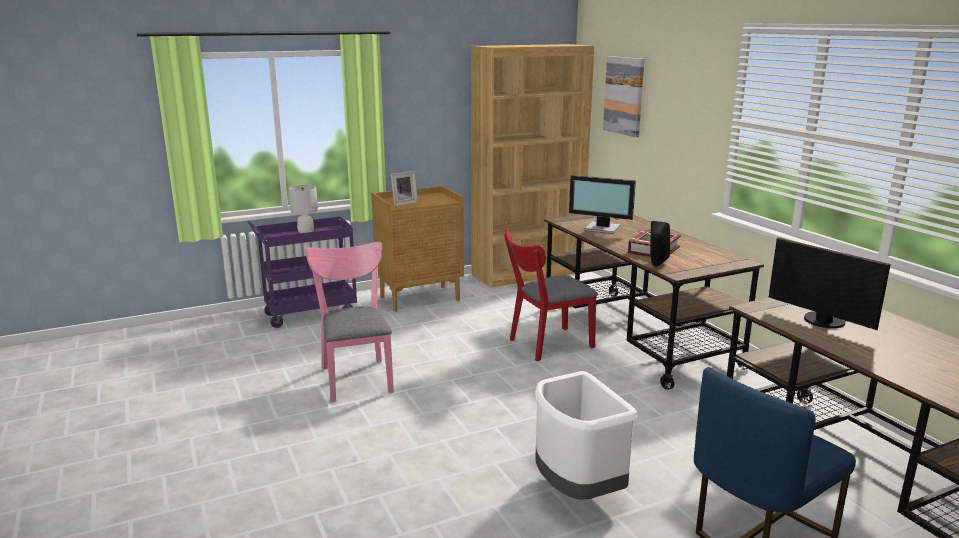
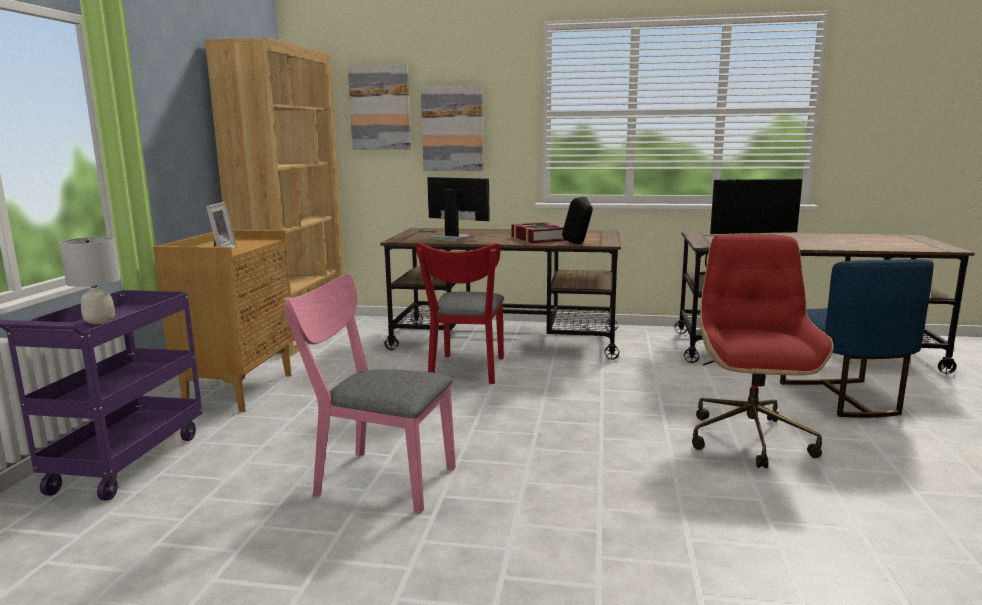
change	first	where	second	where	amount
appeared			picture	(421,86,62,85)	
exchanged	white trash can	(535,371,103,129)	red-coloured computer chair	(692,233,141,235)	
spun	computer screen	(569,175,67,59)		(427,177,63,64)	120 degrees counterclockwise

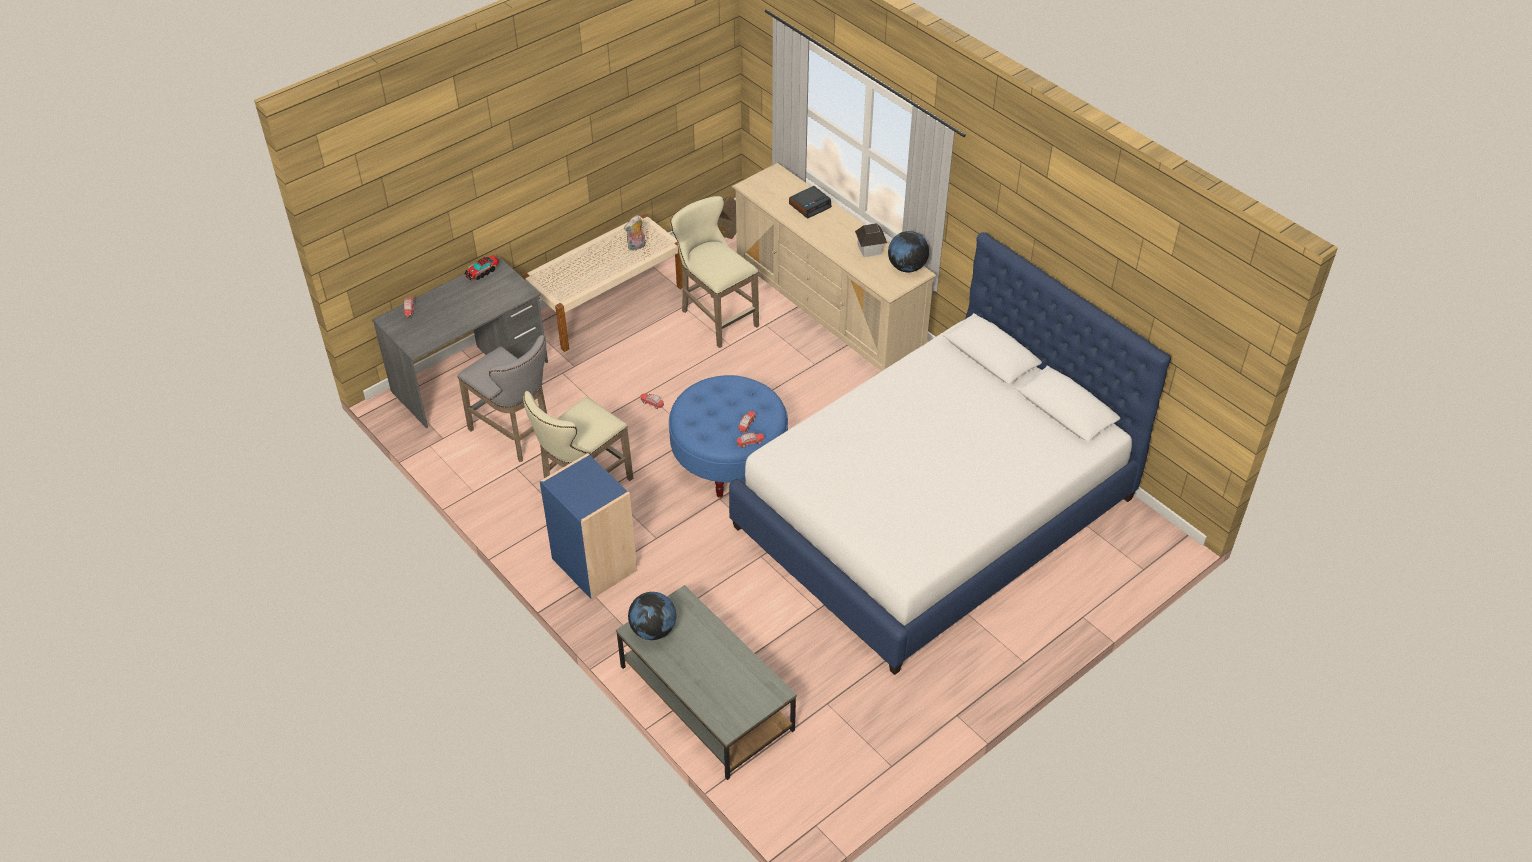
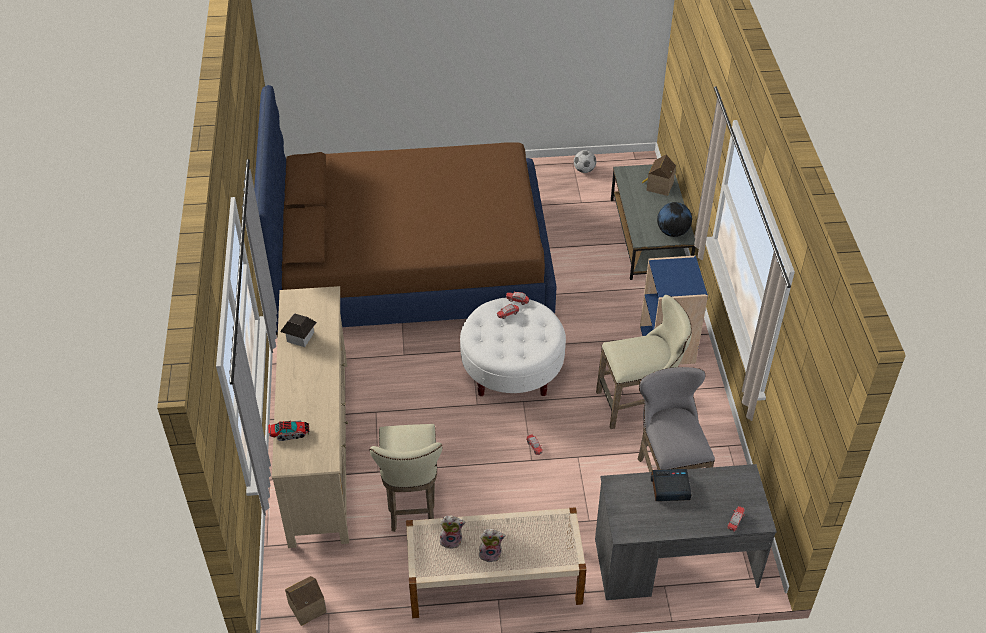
change	first	where	second	where	amount
missing	desk globe	(888,231,41,41)			
appeared			soft toy	(479,529,27,33)	
appeared			football ball	(574,150,22,23)	
appeared			toy house	(642,154,34,42)	
relocated	model truck	(464,255,35,26)		(268,420,41,21)	
relocated	table clock	(789,186,43,33)		(651,469,40,32)	
colour	blue-coloured pouffe	(669,375,119,123)	white pouffe	(460,298,106,98)	
colour	white bedroom bed	(729,232,442,443)	brown bedroom bed	(254,85,302,253)	

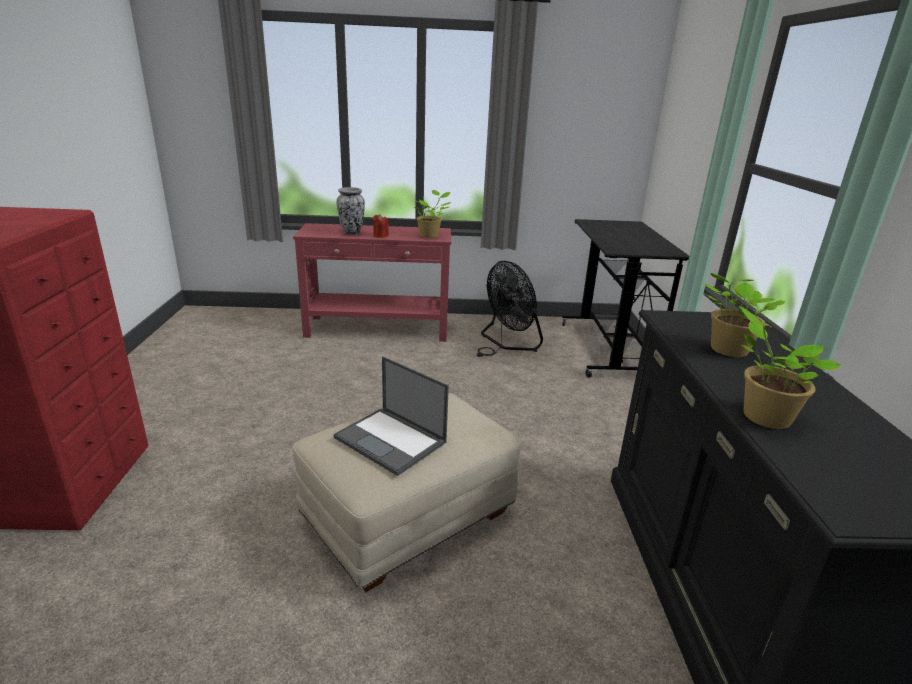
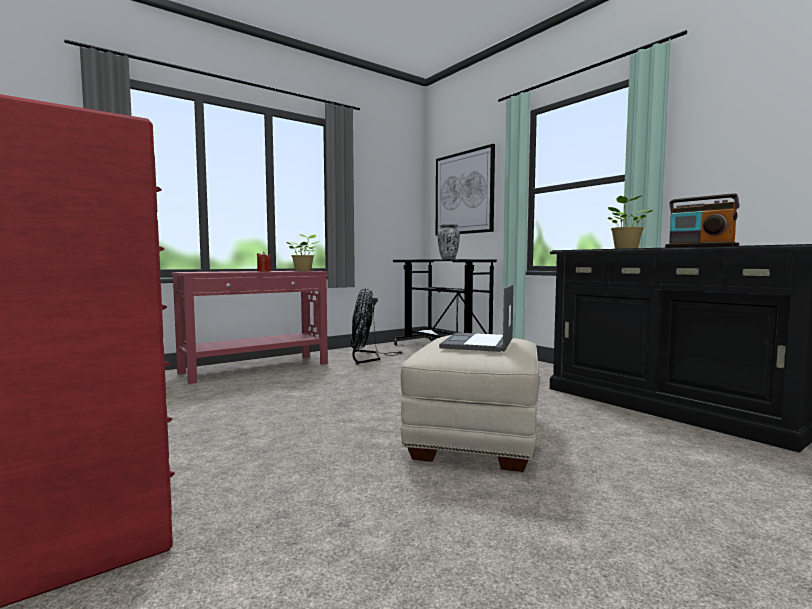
change	first	where	second	where	amount
appeared			picture	(436,144,59,92)	
relocated	vase	(337,187,28,48)		(437,224,23,35)	
exchanged	houseplant	(739,306,102,123)	radio receiver	(665,193,75,55)	
spun	notebook computer	(333,356,116,120)		(439,284,75,68)	105 degrees clockwise
spun	black-coloured cooling fan	(476,261,67,96)		(351,288,52,77)	120 degrees counterclockwise

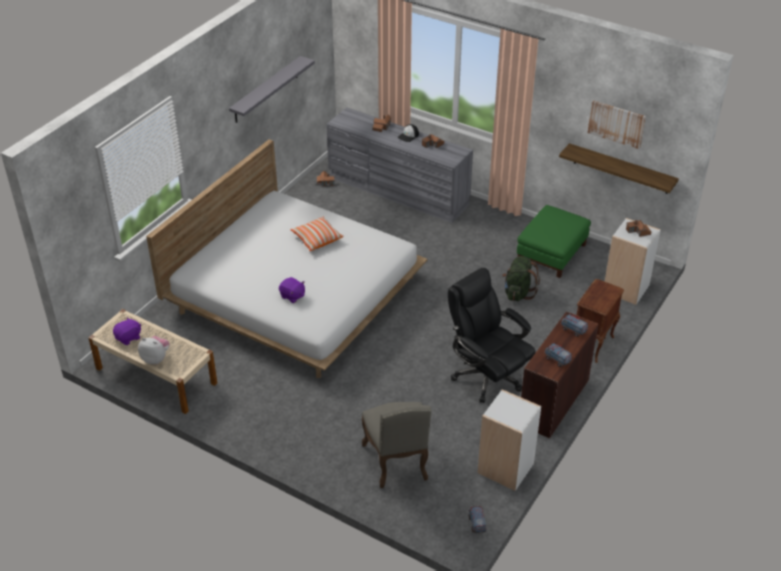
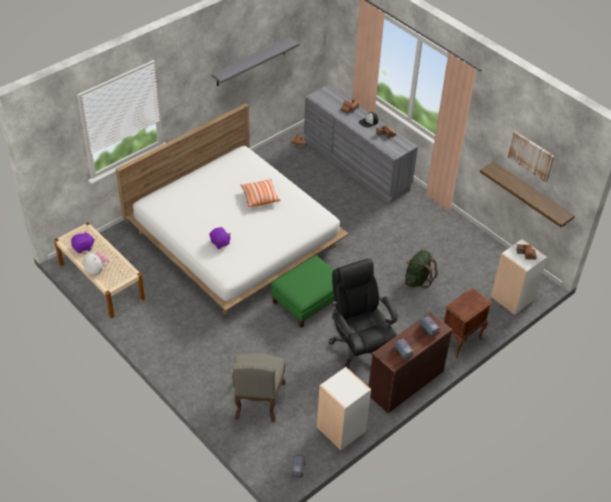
change	first	where	second	where	amount
relocated	greenish pouffe	(517,205,74,73)		(271,256,64,72)	

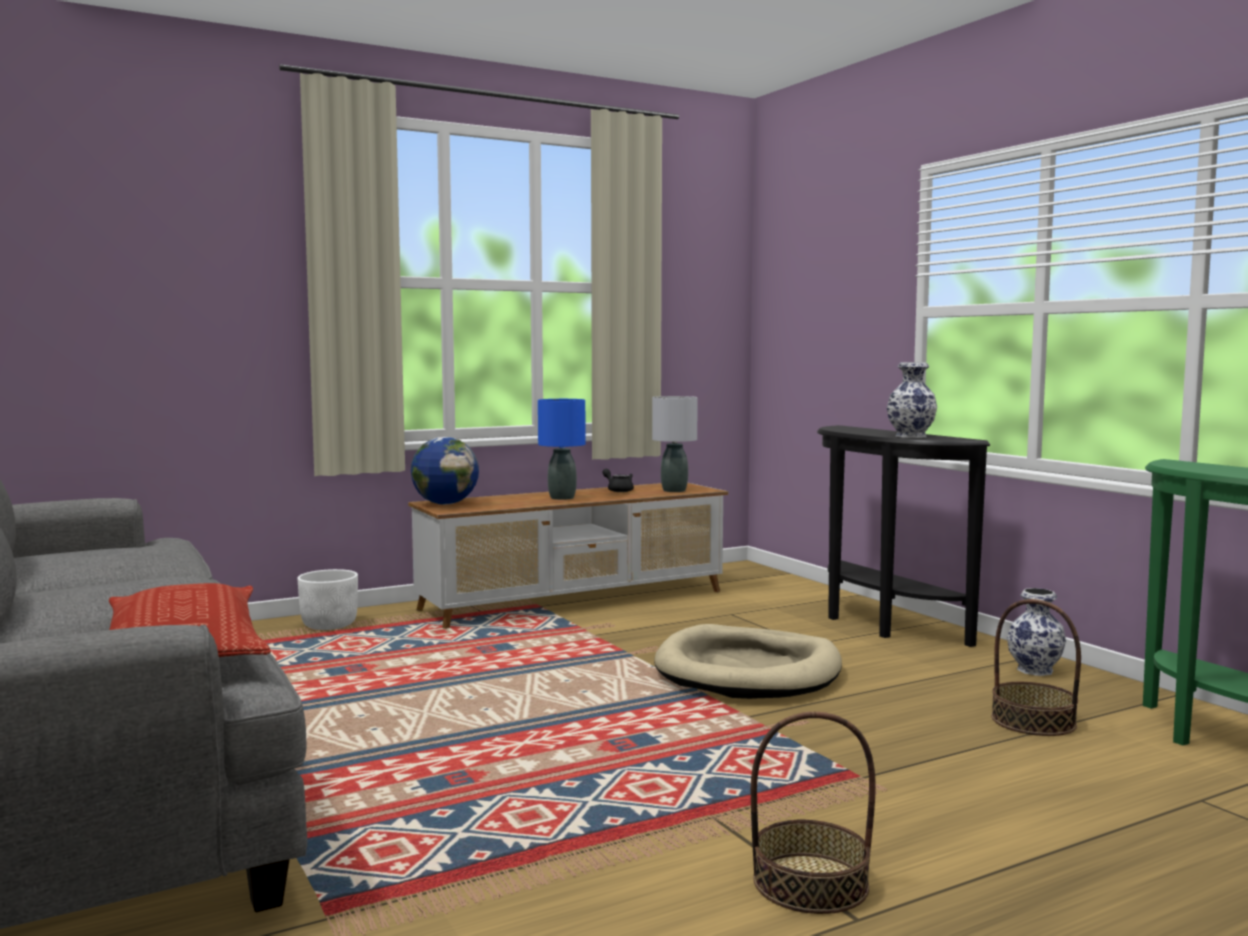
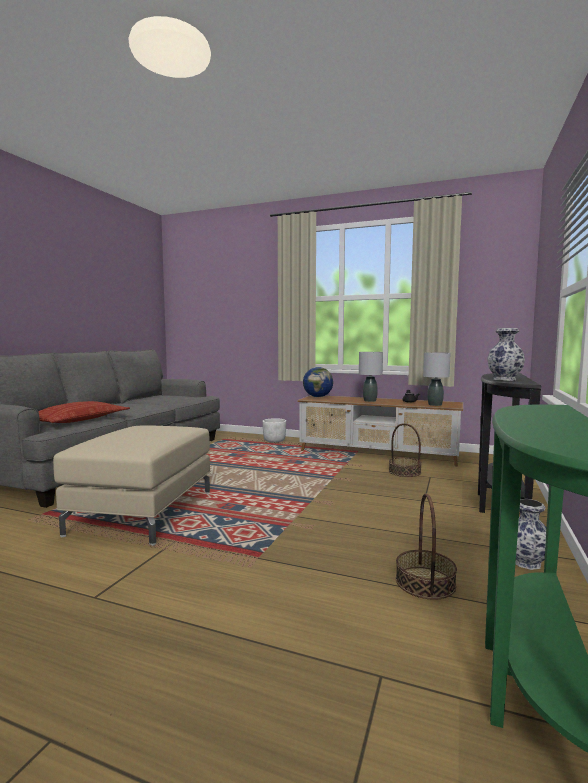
change	first	where	second	where	amount
missing	sand-coloured dog bed	(654,624,188,75)			
appeared			sand-coloured pouffe	(53,425,157,121)	
relocated	storage basket	(751,712,125,202)		(389,423,33,54)	
colour	blue-coloured tabletop lamp	(538,399,48,101)	grey tabletop lamp	(359,352,24,50)	

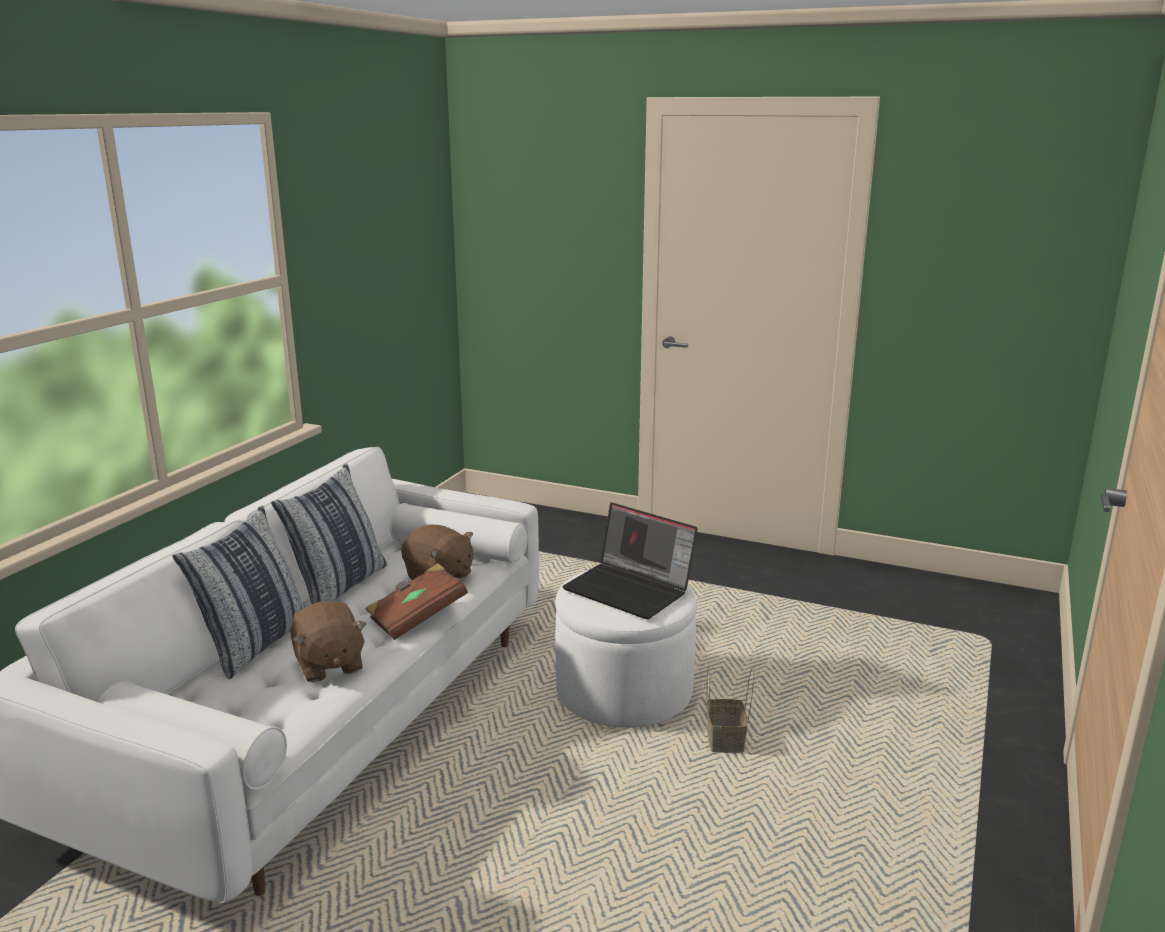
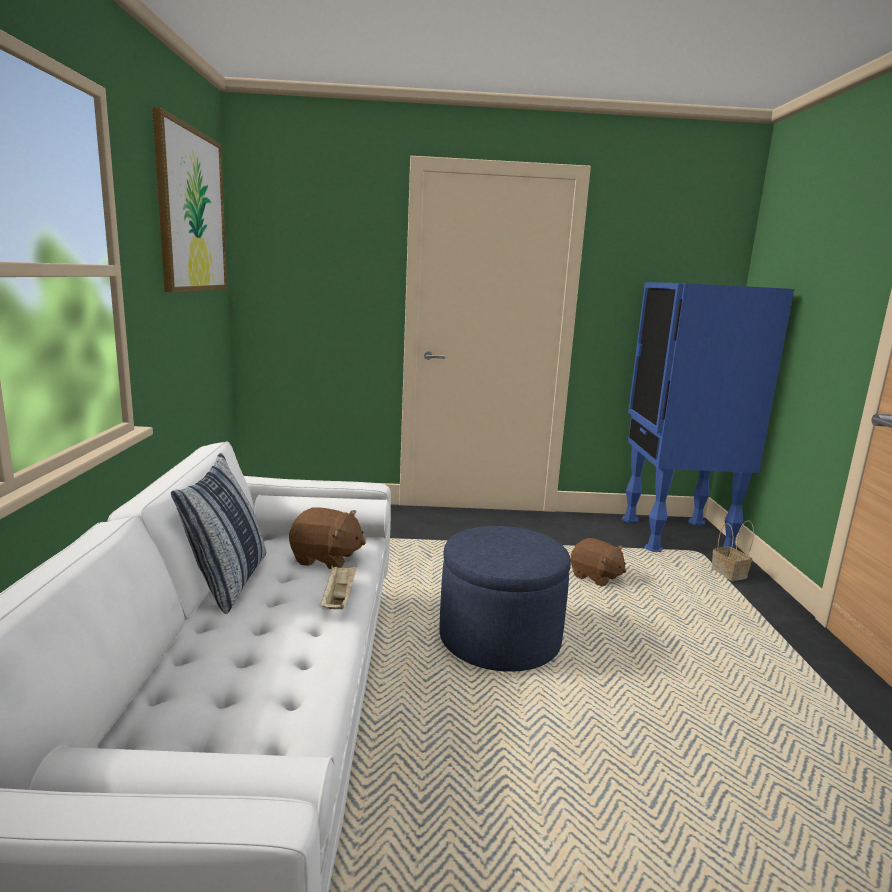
change	first	where	second	where	amount
missing	pillow	(172,505,133,175)			
missing	notebook computer	(562,502,135,117)			
appeared			picture	(152,107,75,185)	
appeared			blue-coloured cupboard	(622,282,172,270)	
relocated	brown soft toy	(290,601,77,81)		(571,538,55,49)	
relocated	storage basket	(707,666,47,87)		(711,520,43,61)	
exchanged	brown book	(365,564,103,76)	sand-coloured serving tray	(320,565,38,44)	
colour	white pouffe	(555,566,142,162)	blue-coloured pouffe	(440,526,131,146)	

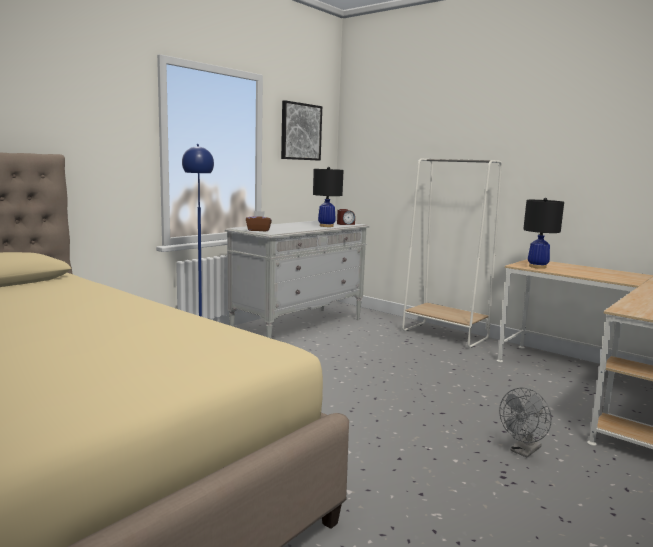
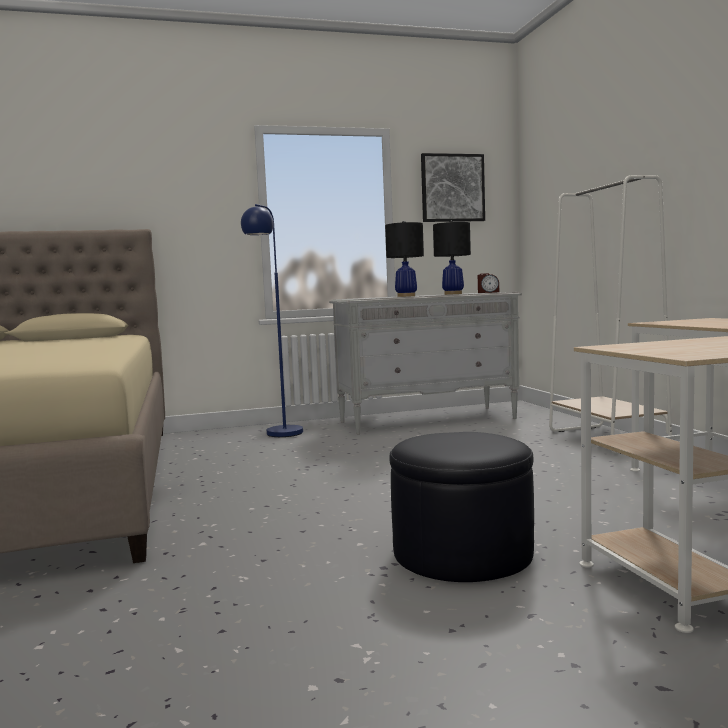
change	first	where	second	where	amount
missing	brown tissue holder	(246,211,26,20)			
relocated	black-coloured tabletop lamp	(523,198,41,71)		(385,221,39,76)	
exchanged	grey cooling fan	(499,388,53,70)	black-coloured pouffe	(389,432,145,150)	

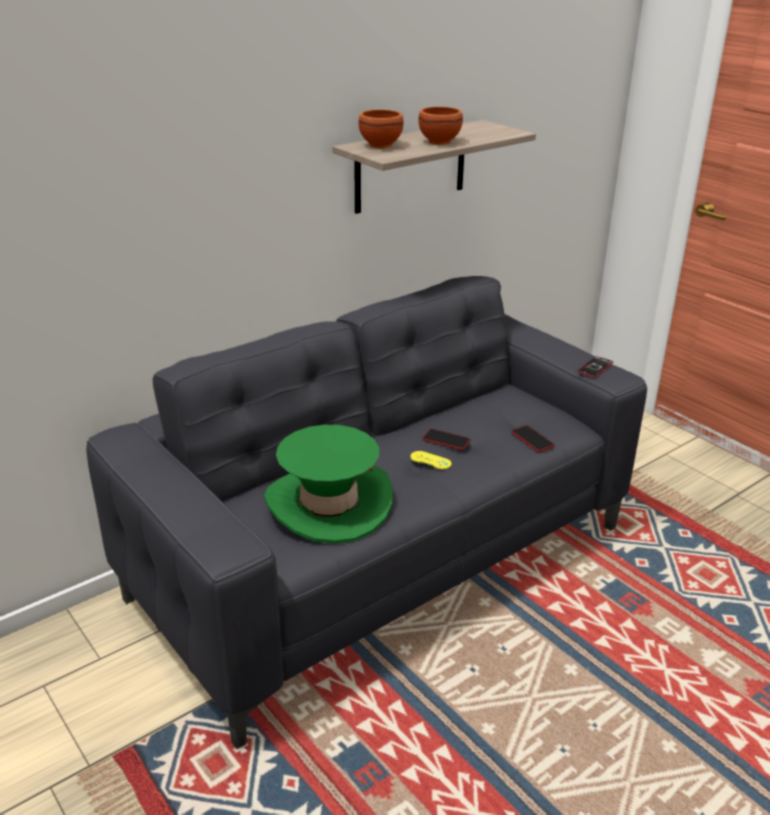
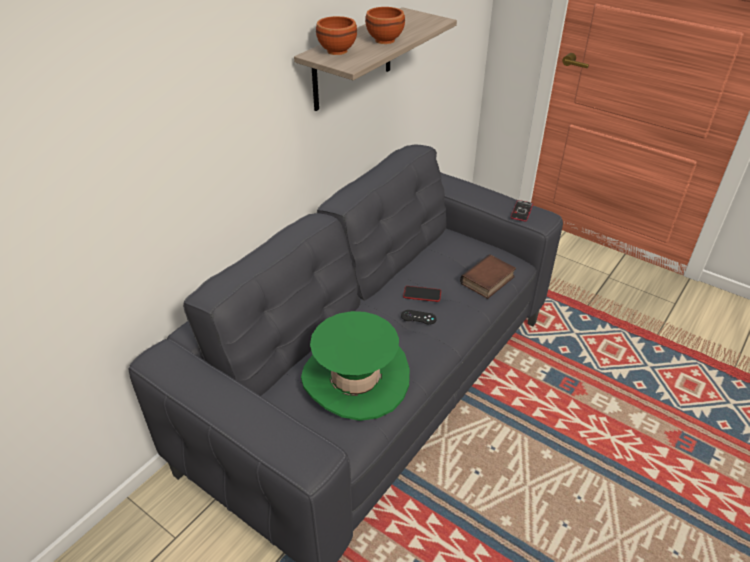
change	first	where	second	where	amount
exchanged	handset	(511,425,44,27)	book	(460,254,56,45)	
colour	yellow-coloured gamepad	(410,451,42,18)	black-coloured gamepad	(401,310,36,15)	

